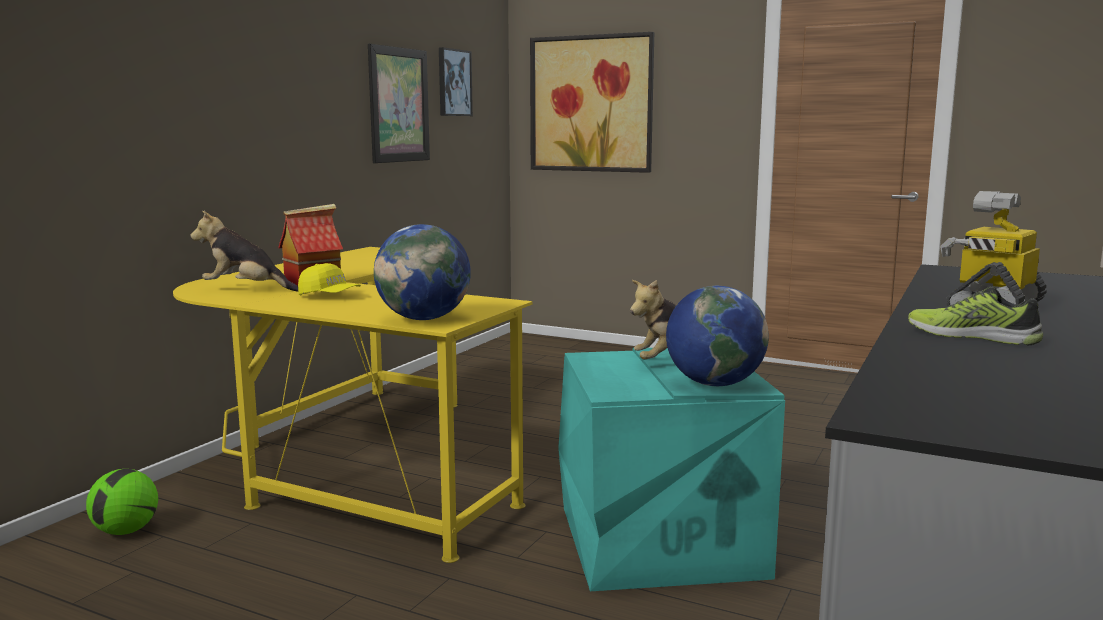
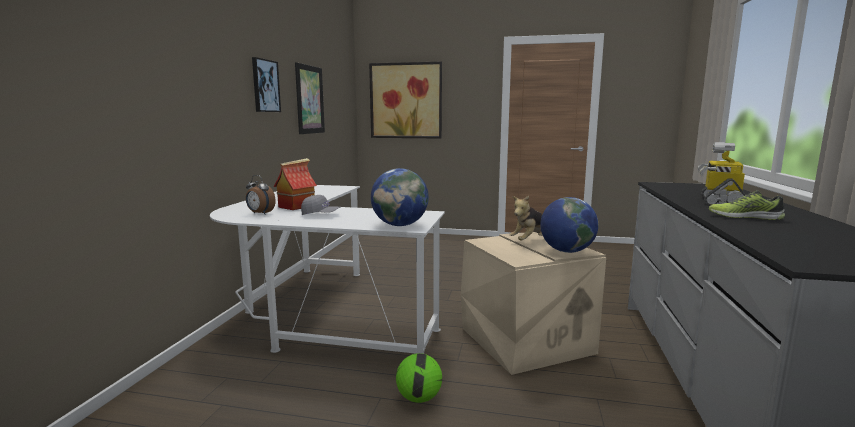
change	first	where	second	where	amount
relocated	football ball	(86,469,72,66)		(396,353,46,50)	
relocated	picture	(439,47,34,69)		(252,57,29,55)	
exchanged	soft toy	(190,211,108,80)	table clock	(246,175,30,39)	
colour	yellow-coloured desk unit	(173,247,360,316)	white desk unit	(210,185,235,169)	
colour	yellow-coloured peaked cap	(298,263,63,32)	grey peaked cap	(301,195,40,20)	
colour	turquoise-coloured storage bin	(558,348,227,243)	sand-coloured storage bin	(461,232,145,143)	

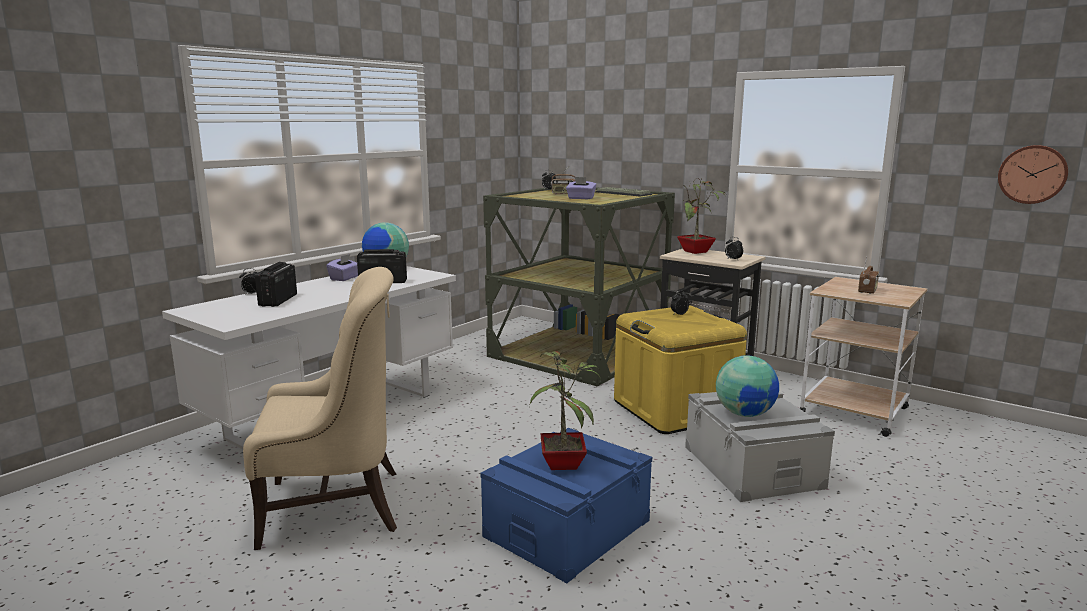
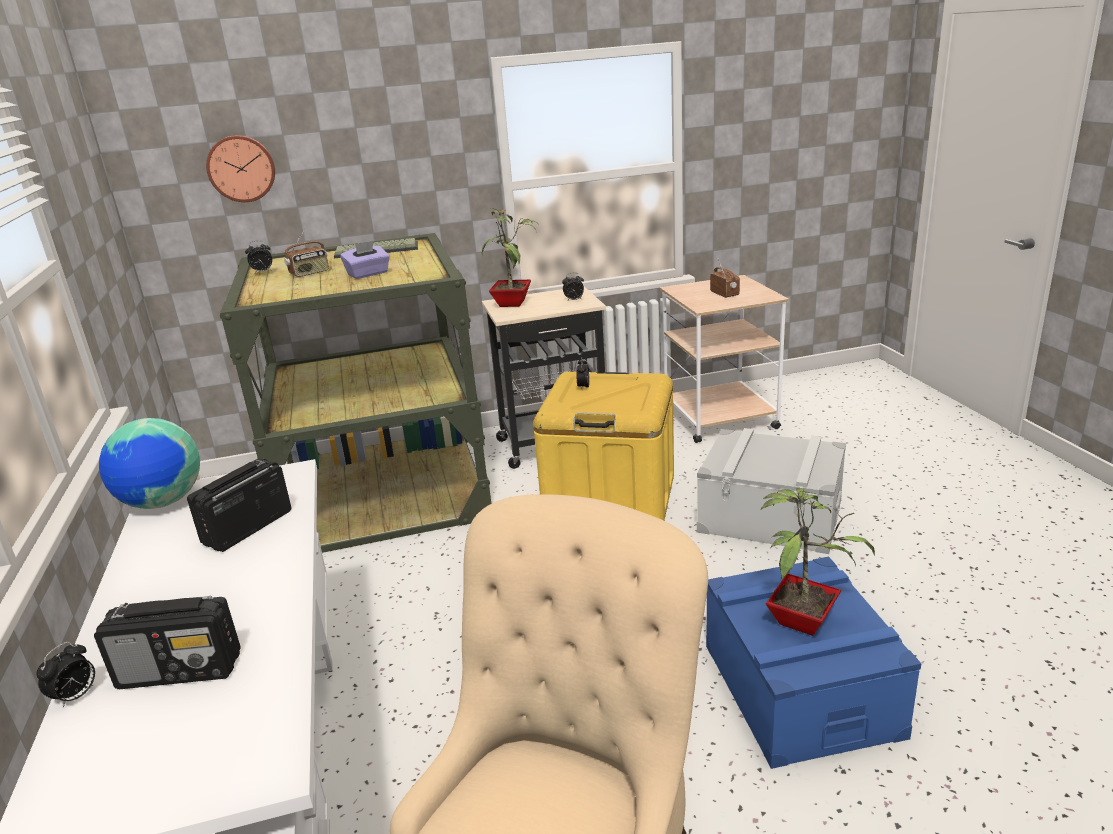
change	first	where	second	where	amount
missing	purplish tissue holder	(326,254,32,27)			
missing	desk globe	(716,355,63,62)			
relocated	wall clock	(998,145,70,59)		(206,135,69,67)	
spun	radio receiver	(255,262,42,45)		(94,596,147,93)	45 degrees counterclockwise

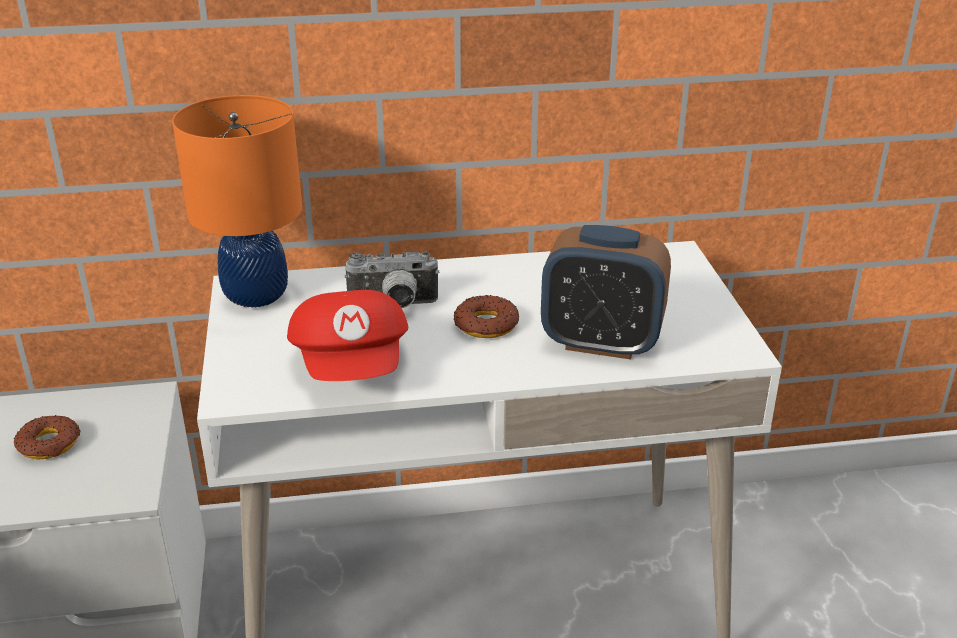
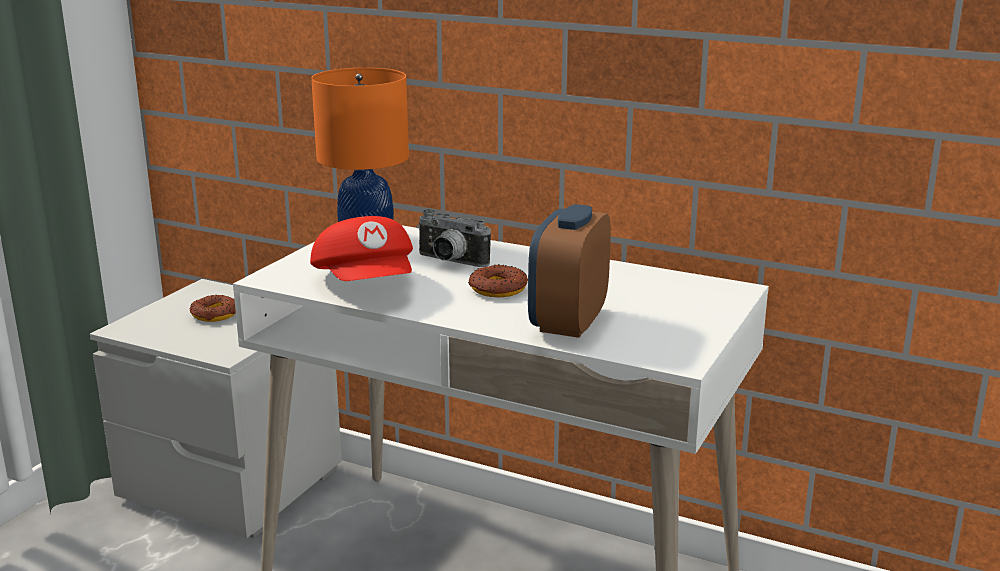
change	first	where	second	where	amount
spun	red-coloured peaked cap	(287,290,121,91)		(310,216,103,65)	45 degrees counterclockwise
spun	table clock	(541,225,130,134)		(528,204,83,134)	60 degrees clockwise

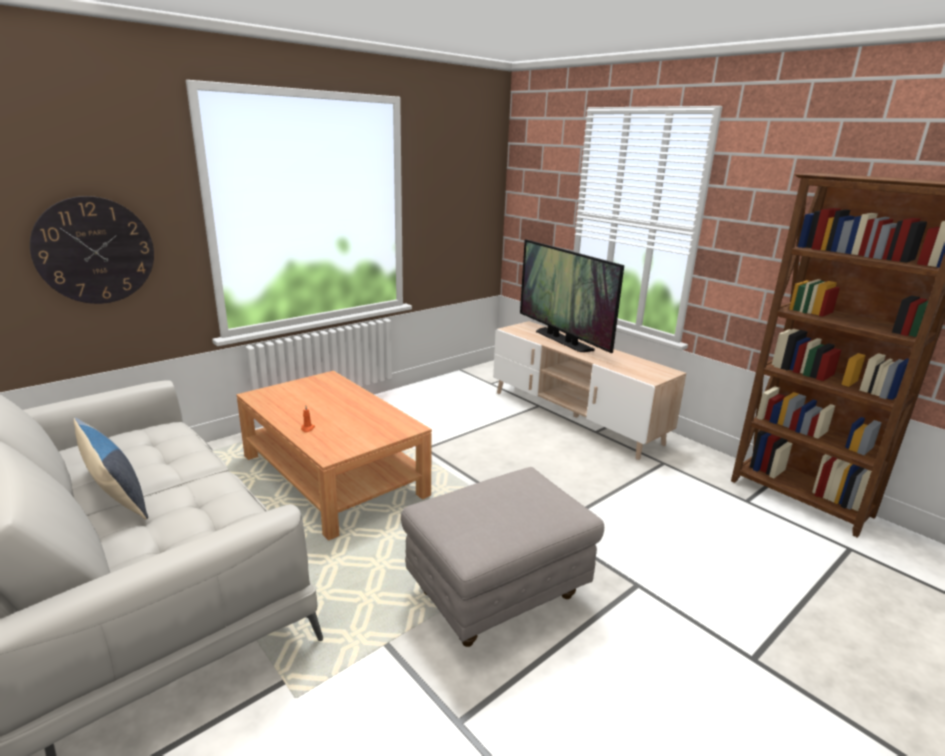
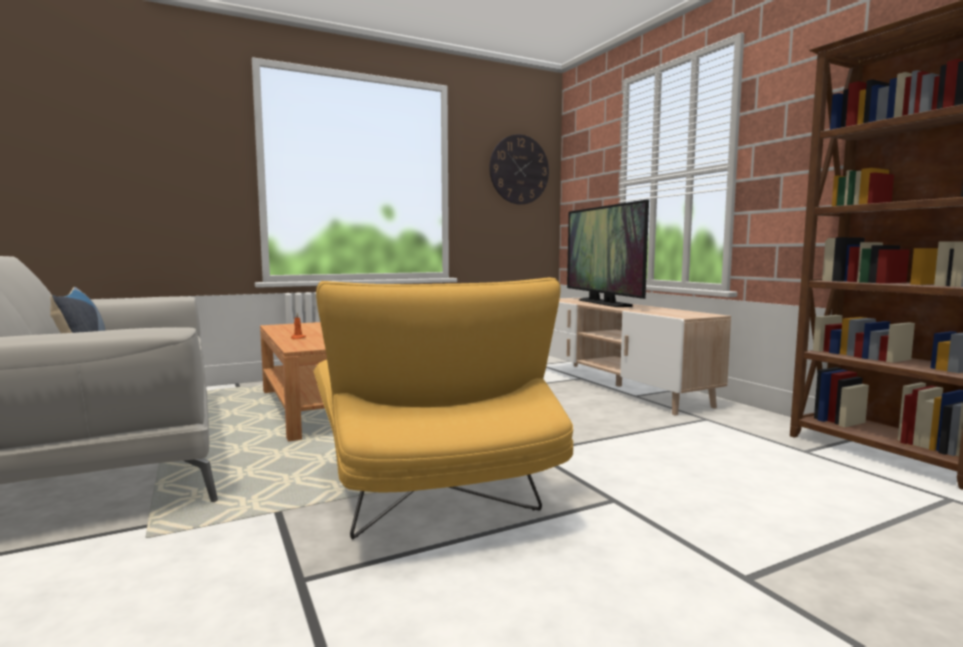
change	first	where	second	where	amount
relocated	wall clock	(30,196,124,108)		(490,134,59,71)	
exchanged	grey pouffe	(401,467,203,180)	yellow-coloured lounge chair	(314,277,259,263)	

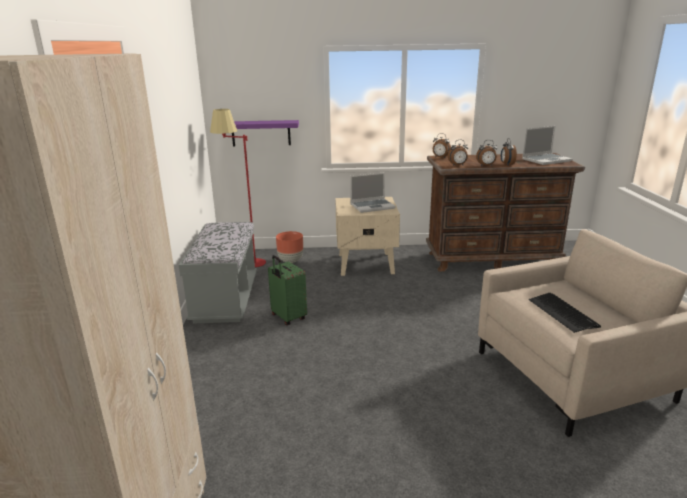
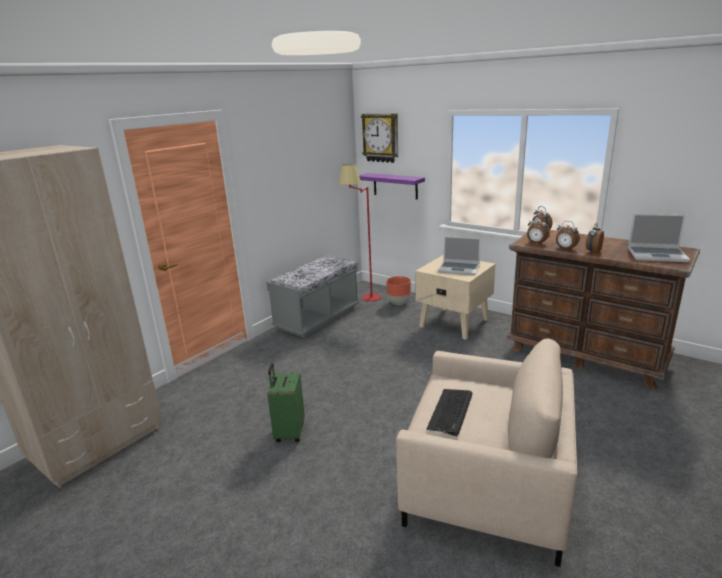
change	first	where	second	where	amount
appeared			wall clock	(361,114,37,49)	
relocated	greenish travel case	(268,255,39,70)		(267,364,38,78)	

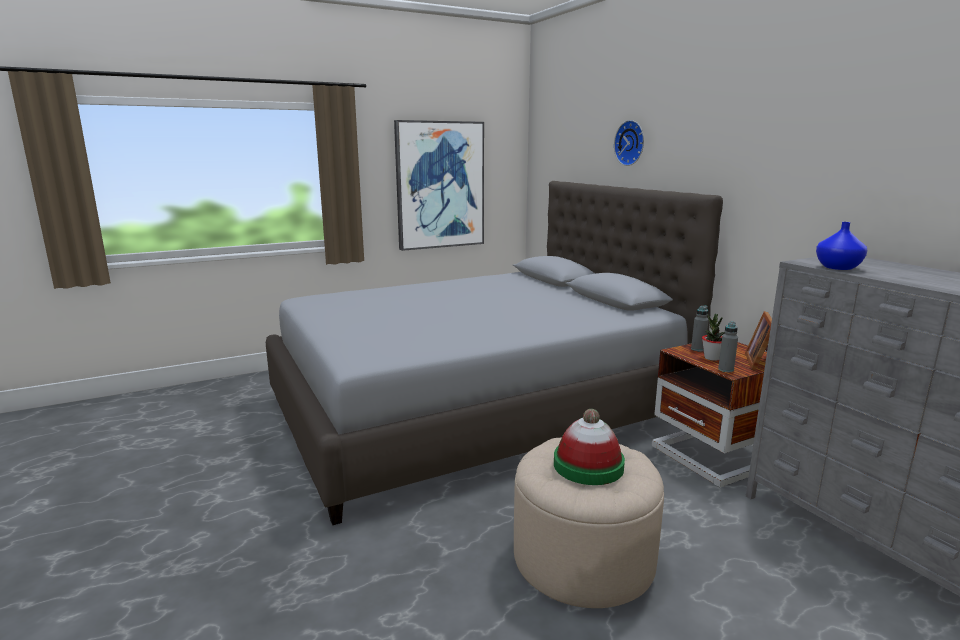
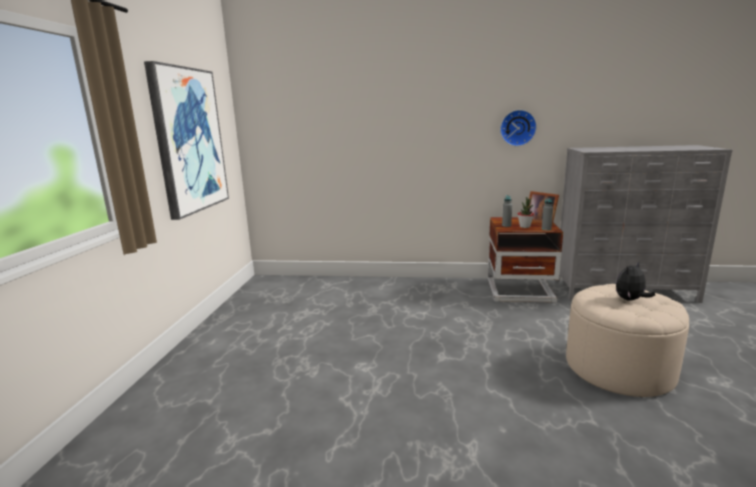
change	first	where	second	where	amount
missing	grey bedroom bed	(266,181,457,344)			
missing	blue-coloured vase	(816,222,51,48)			
relocated	wall clock	(614,120,30,46)		(500,110,37,36)	
exchanged	clothing hat	(554,409,71,76)	soft toy	(616,261,39,40)	

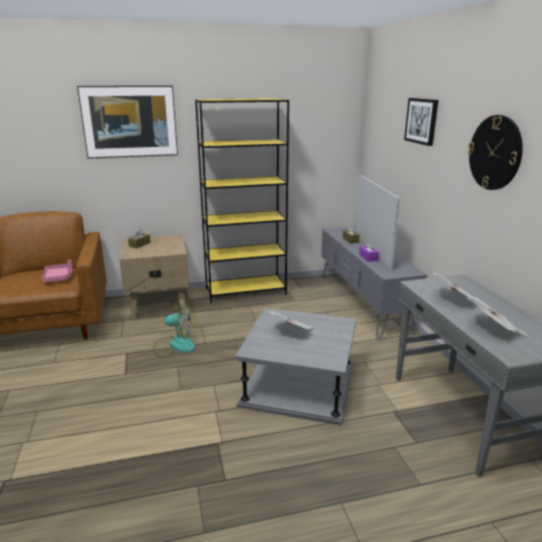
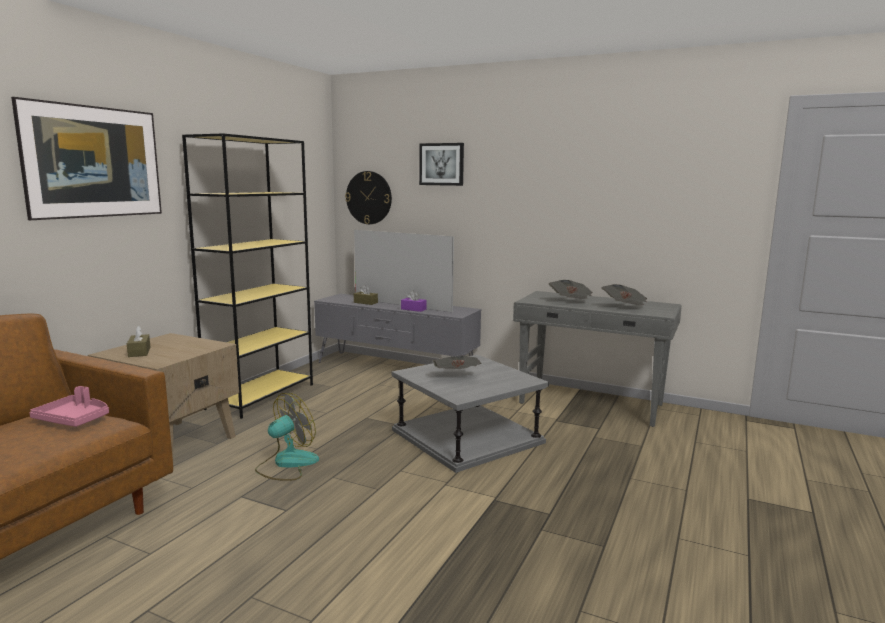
change	first	where	second	where	amount
relocated	wall clock	(468,115,55,75)		(345,171,47,53)	

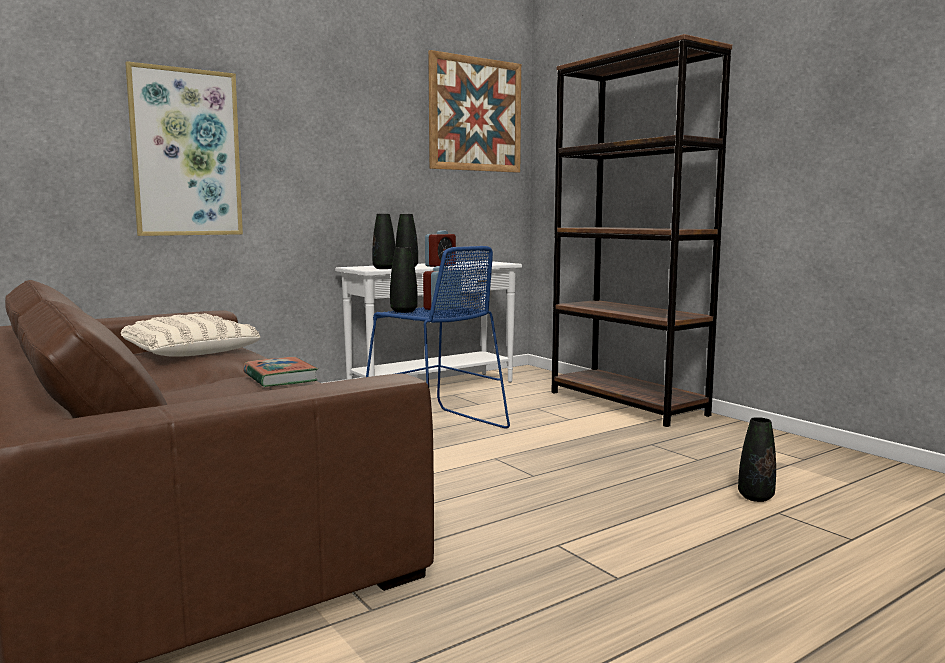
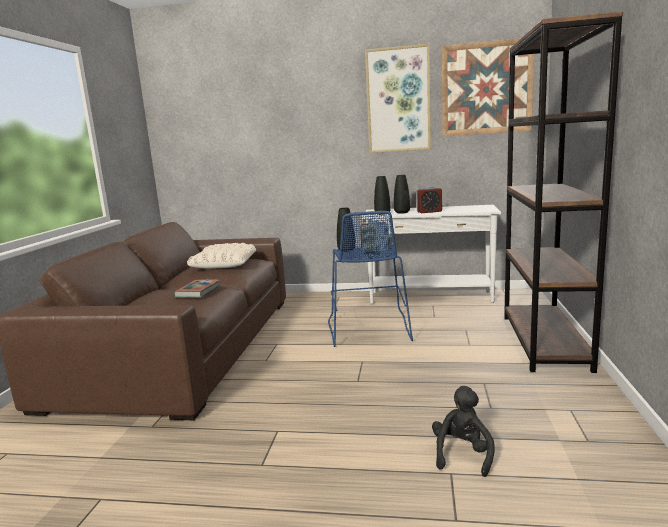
change	first	where	second	where	amount
relocated	picture	(125,61,118,175)		(365,44,66,109)	
exchanged	black-coloured vase	(738,417,38,85)	black-coloured soft toy	(432,386,63,91)	

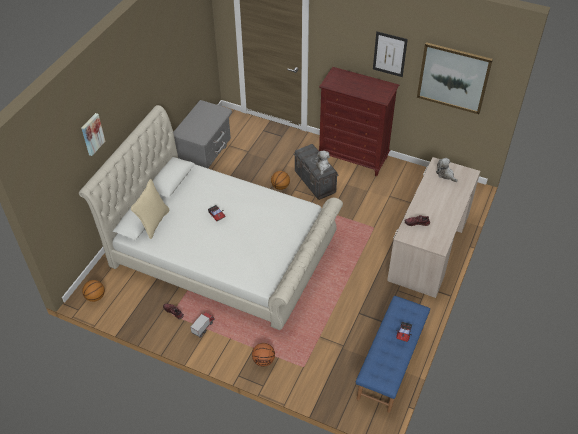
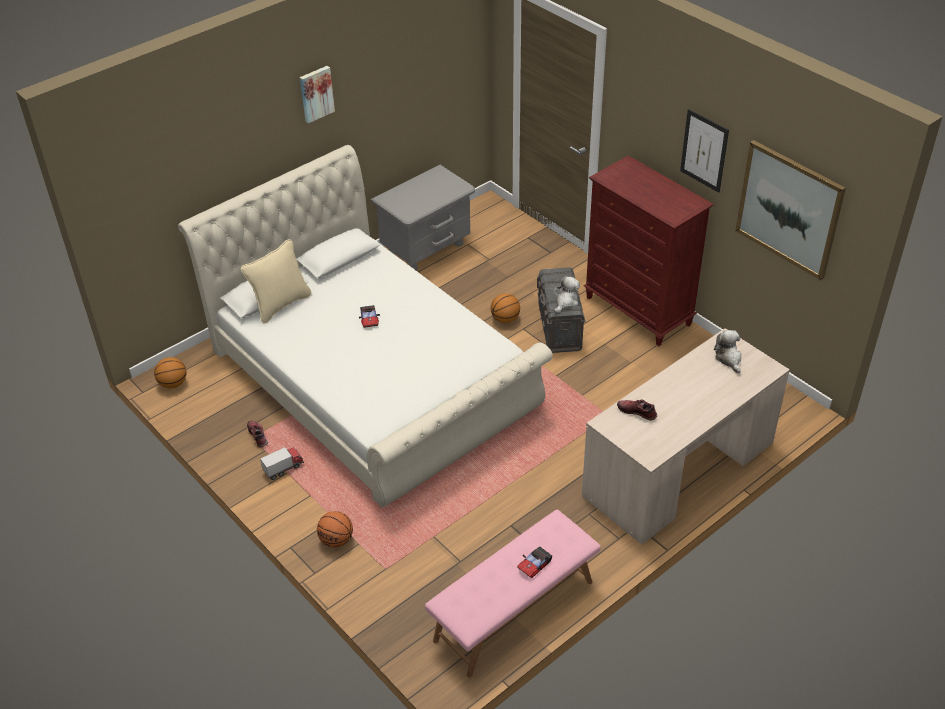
change	first	where	second	where	amount
relocated	picture	(81,113,24,43)		(300,66,35,57)	
colour	blue-coloured long seat	(356,296,74,117)	pink long seat	(425,510,176,168)	

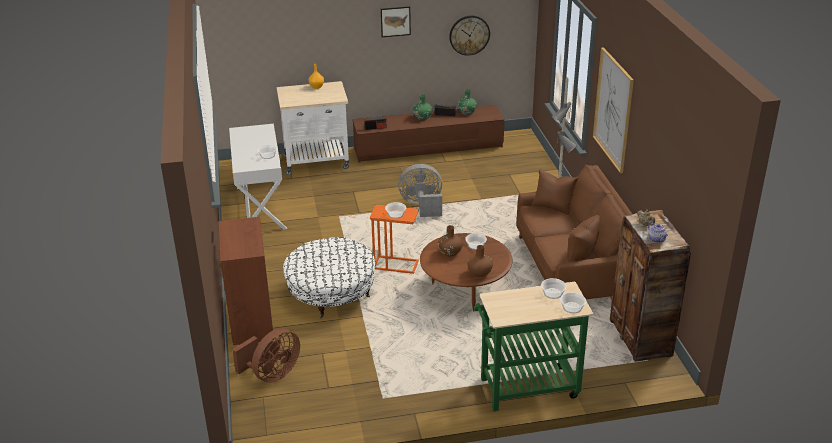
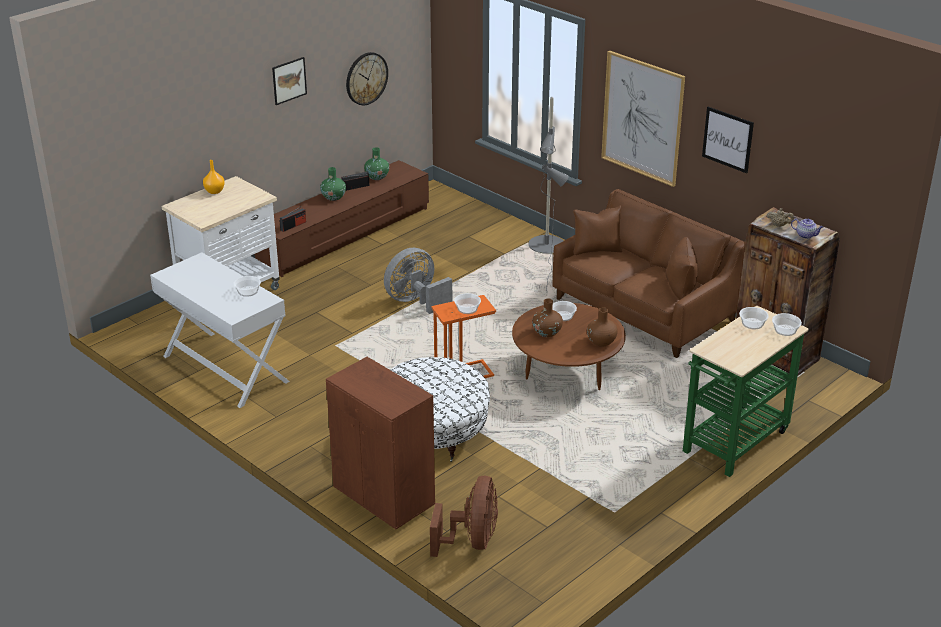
change	first	where	second	where	amount
appeared			picture	(702,107,52,66)	

